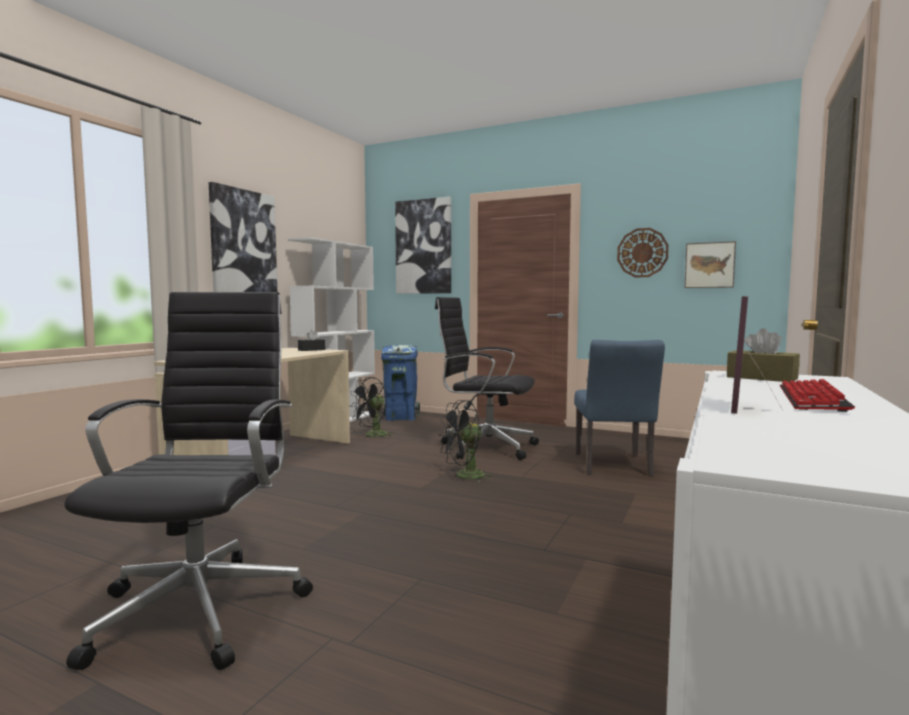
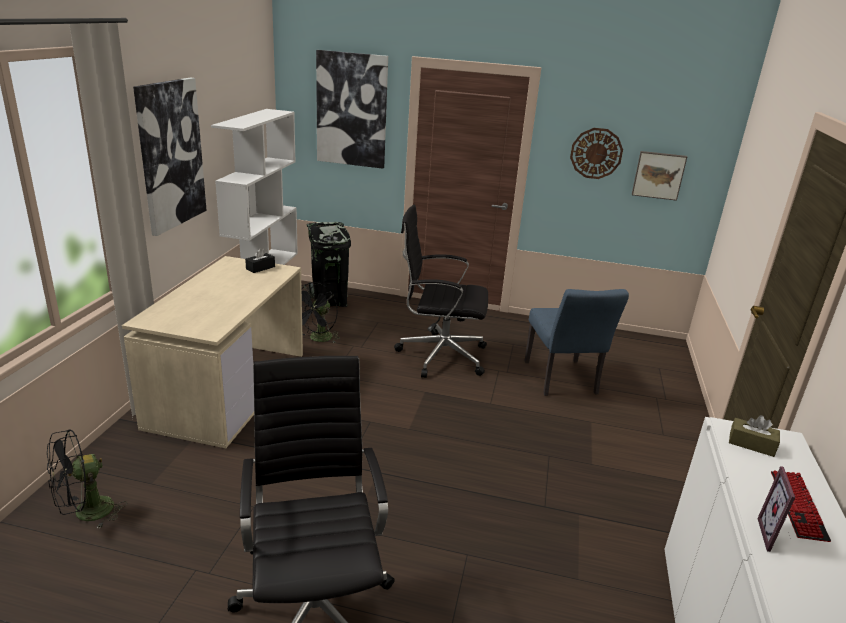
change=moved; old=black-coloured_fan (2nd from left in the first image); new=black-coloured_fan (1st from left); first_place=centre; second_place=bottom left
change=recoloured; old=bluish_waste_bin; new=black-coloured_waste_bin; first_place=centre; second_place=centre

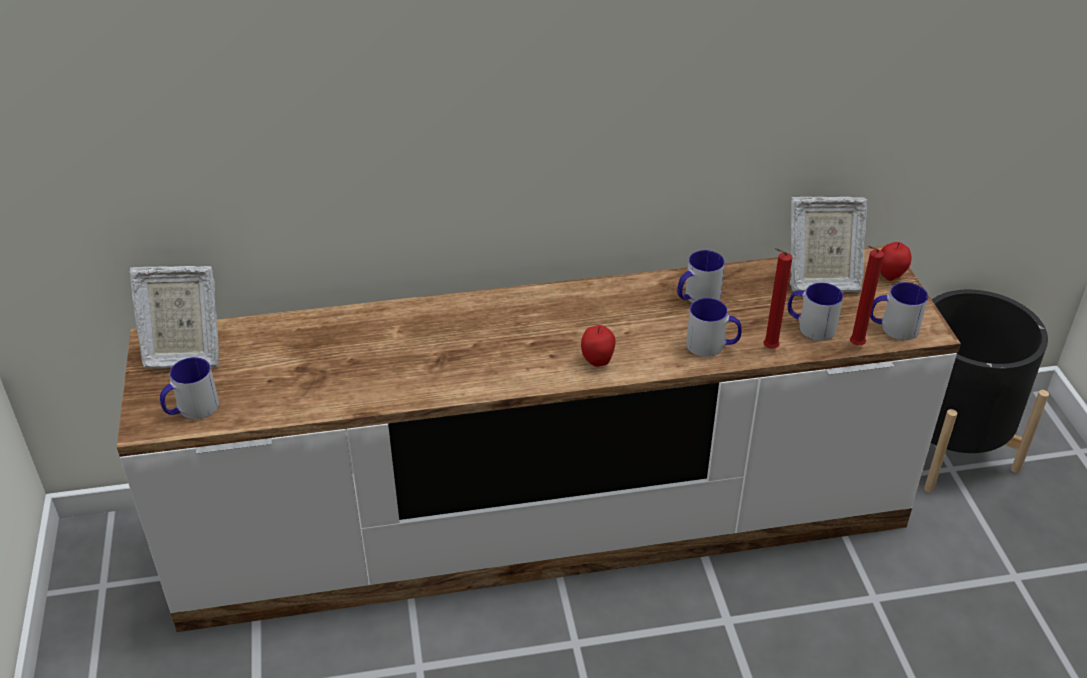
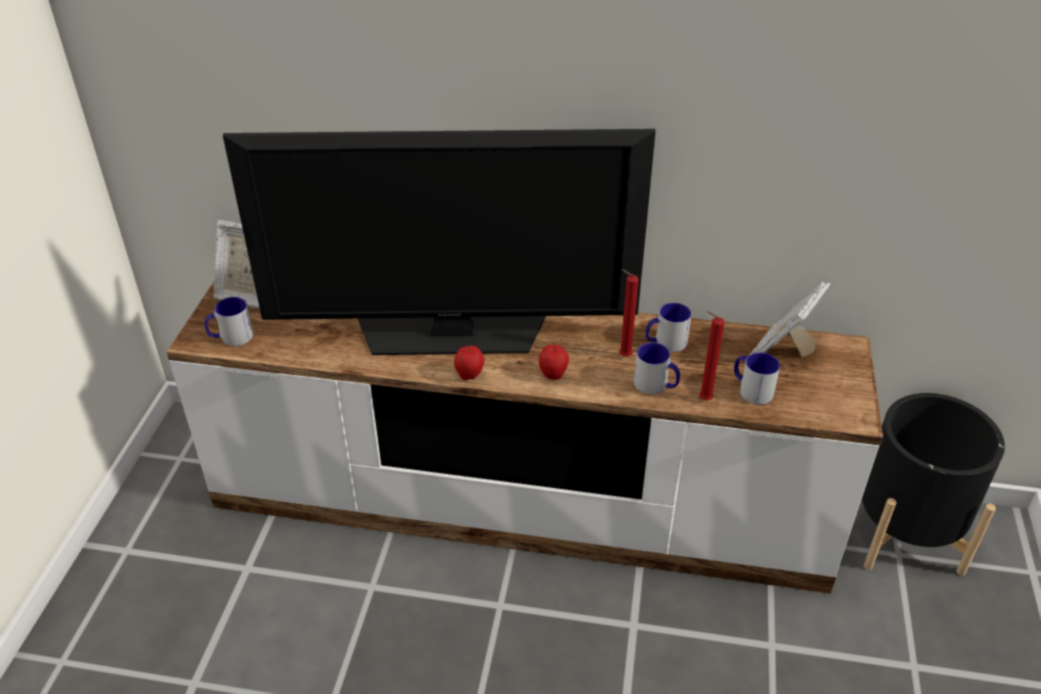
change=removed; old=mug (5th from left); first_place=middle right
change=added; new=TV_set; second_place=centre
change=moved; old=red_candle (2nd from left in the first image); new=red_candle (1st from left); first_place=middle right; second_place=centre
change=moved; old=apple (2nd from left in the first image); new=apple (1st from left); first_place=middle right; second_place=centre
change=turned; old=standing_frame (2nd from left); first_place=middle right; second_place=middle right; degrees=105

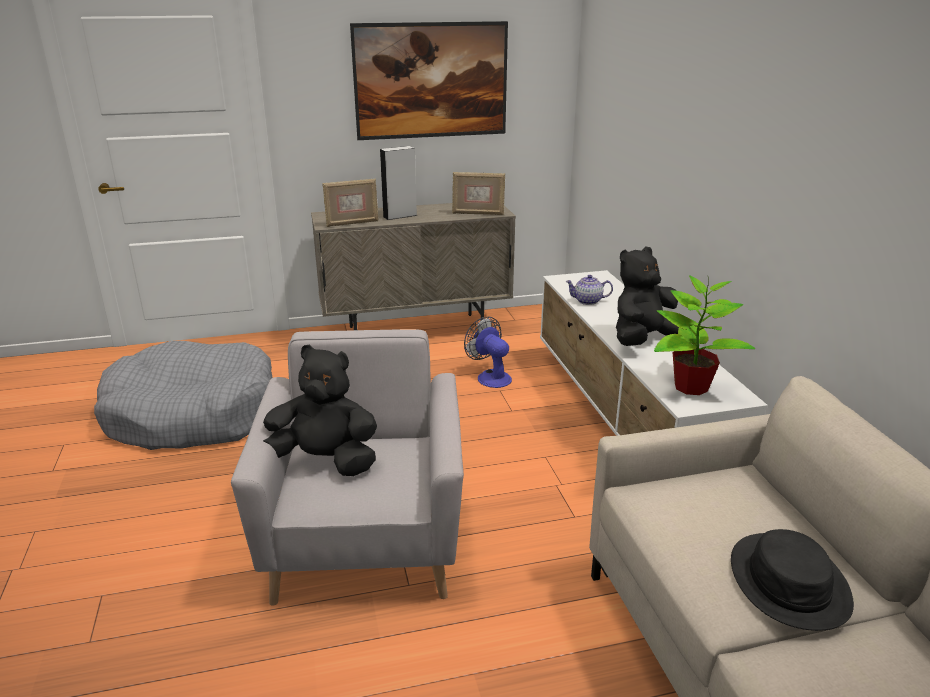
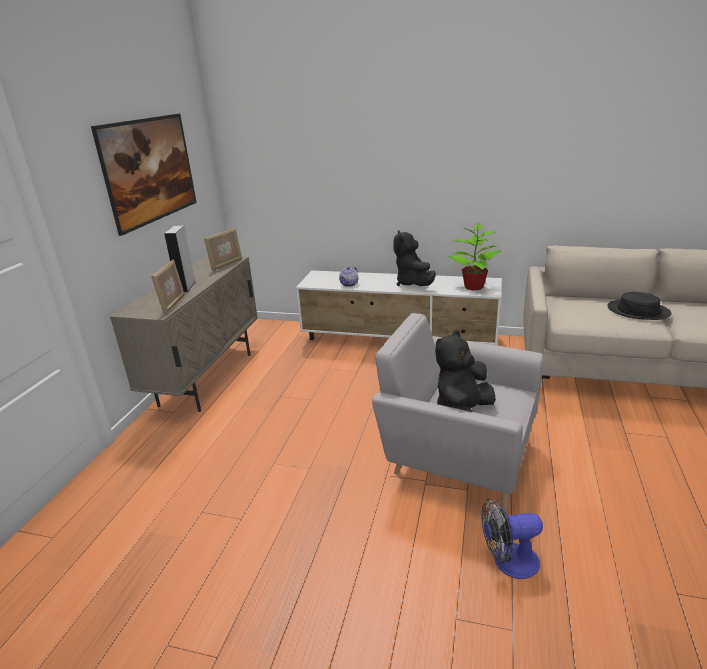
change=removed; old=grey_pet_bed; first_place=middle left
change=moved; old=fan; first_place=centre; second_place=bottom right

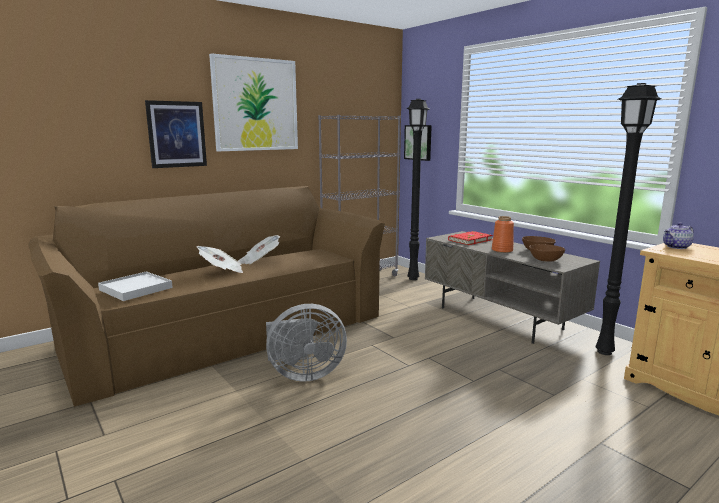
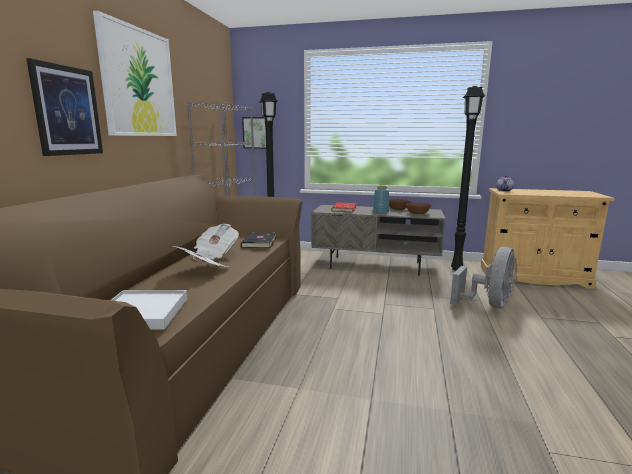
change=added; new=black-coloured_volume; second_place=centre
change=moved; old=grey_fan; first_place=bottom centre; second_place=middle right
change=recoloured; old=orange_vase; new=bluish_vase; first_place=middle right; second_place=centre

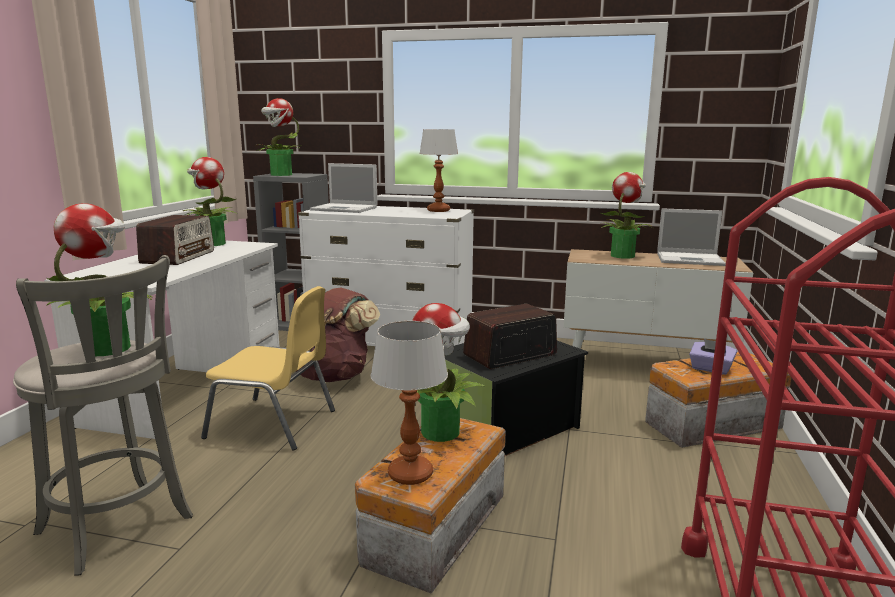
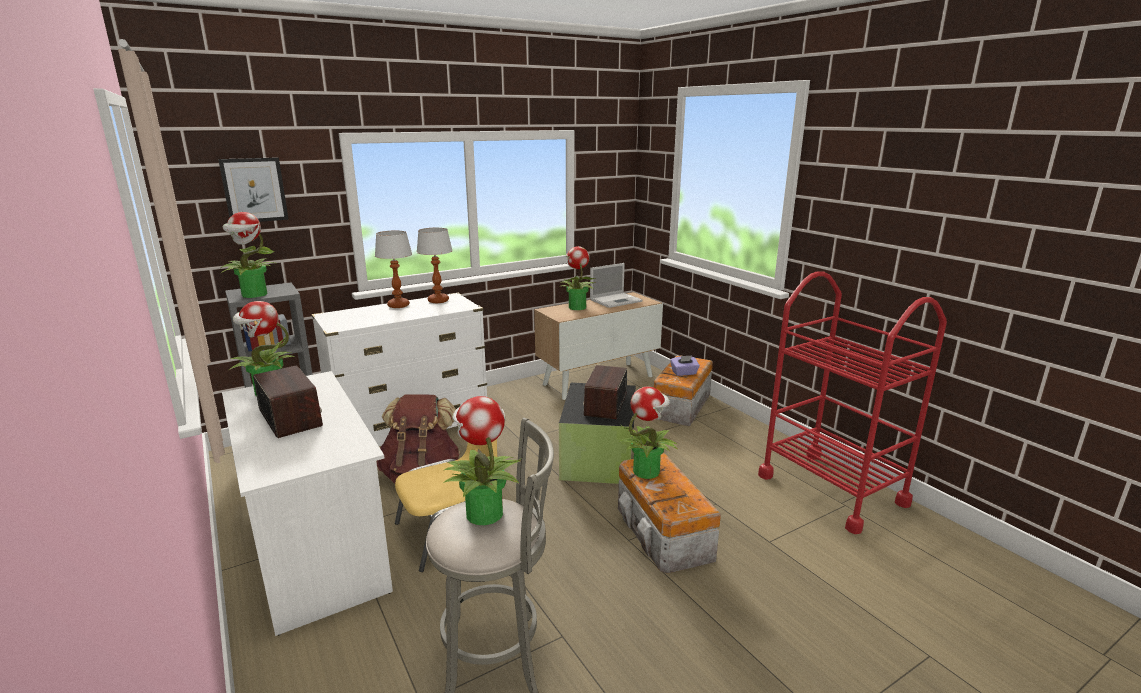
change=removed; old=laptop (1st from left); first_place=top centre
change=added; new=wall_art; second_place=top left
change=moved; old=table_lamp (1st from left); first_place=bottom centre; second_place=centre

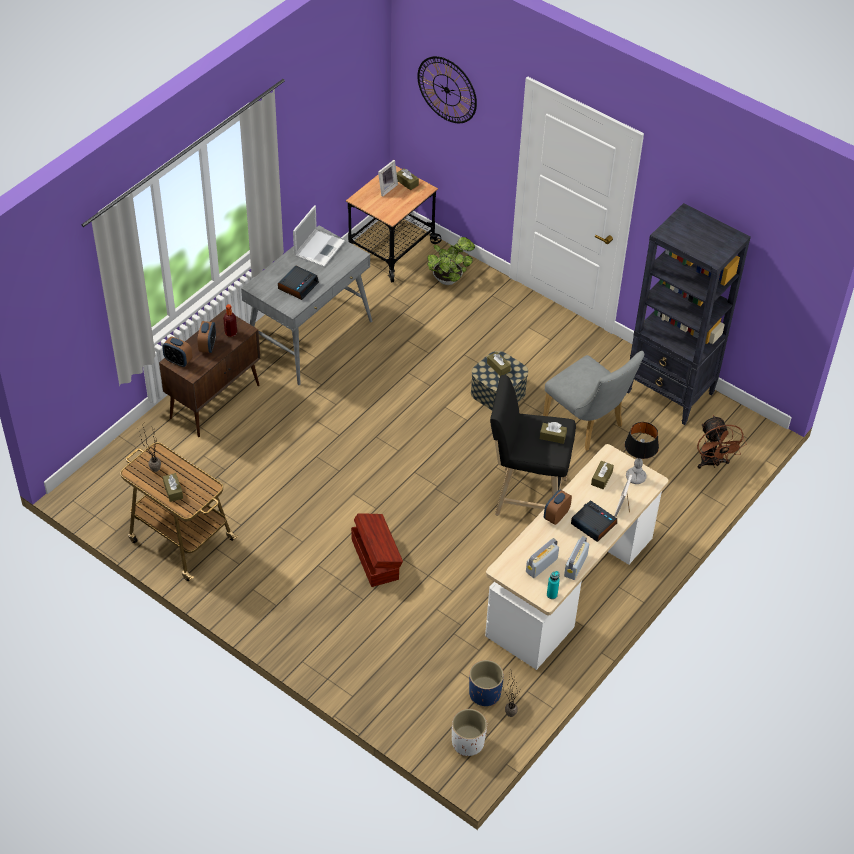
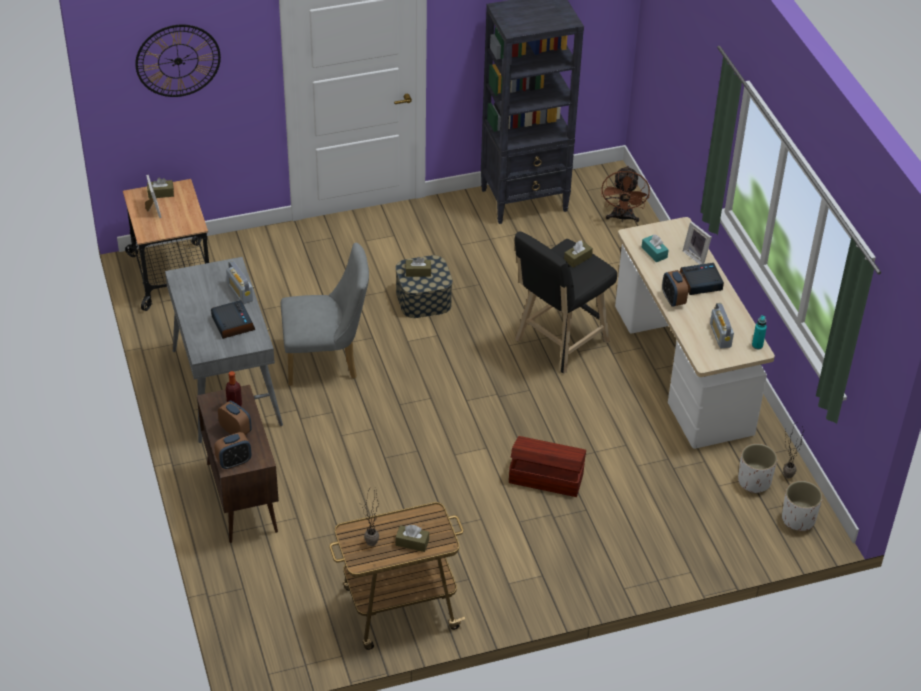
change=removed; old=laptop; first_place=top centre
change=removed; old=houseplant (2nd from left); first_place=top centre
change=removed; old=table_lamp; first_place=middle right
change=moved; old=grey_plain_chair; first_place=middle right; second_place=centre
change=moved; old=radio_receiver (2nd from left in the first image); new=radio_receiver (1st from left); first_place=middle right; second_place=middle left
change=recoloured; old=bluish_plant_pot; new=white_plant_pot (1st from left); first_place=bottom centre; second_place=bottom right
change=recoloured; old=brown-coloured_box_of_tissues (5th from left); new=blue-green_box_of_tissues; first_place=middle right; second_place=middle right
change=turned; old=brown-coloured_fan; first_place=middle right; second_place=top right; degrees=75

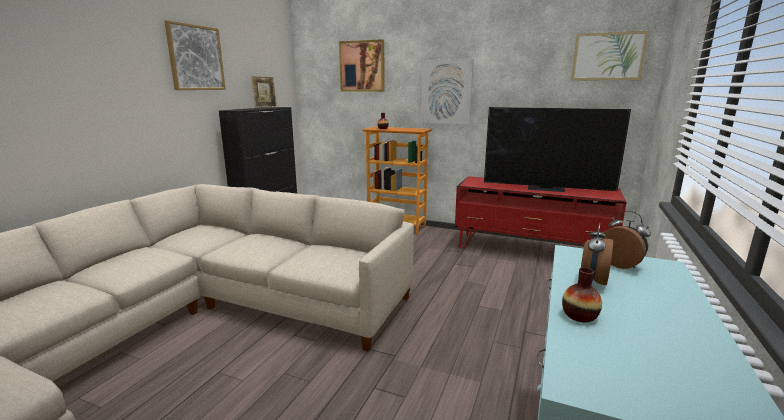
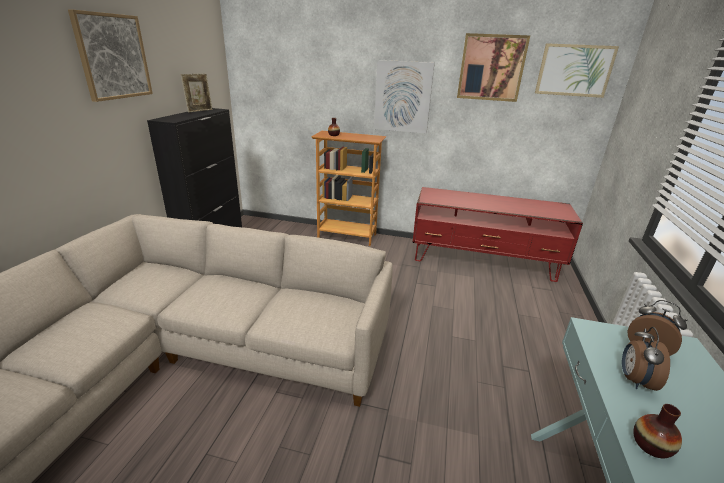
change=removed; old=TV_set; first_place=middle right
change=moved; old=wall_art (2nd from left in the first image); new=wall_art (3rd from left); first_place=top centre; second_place=top right

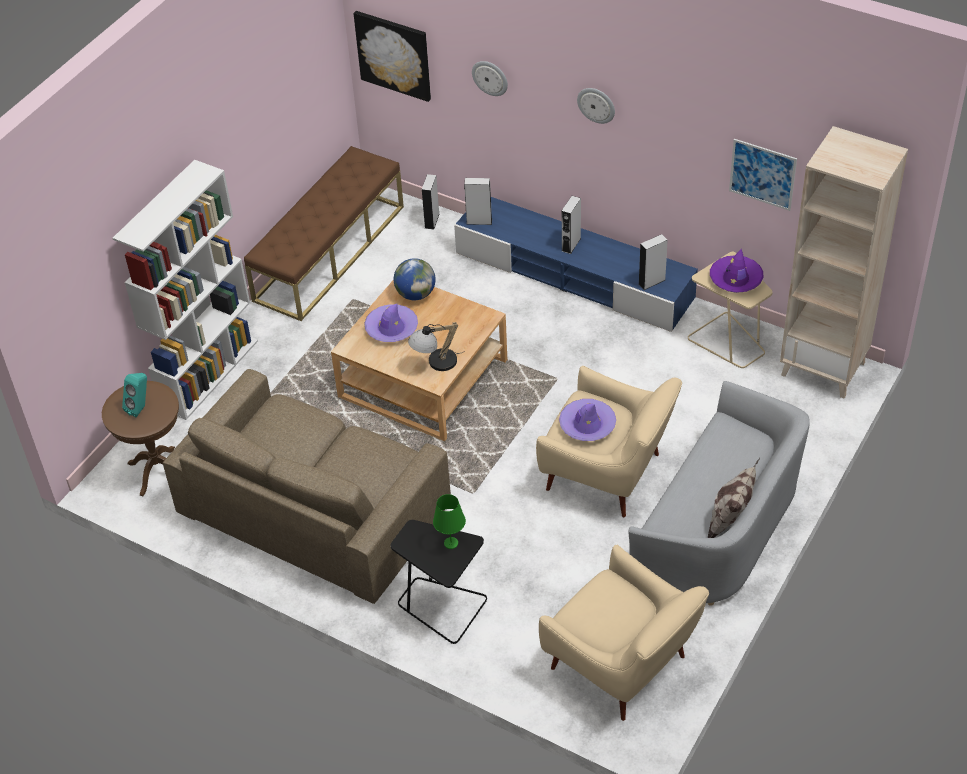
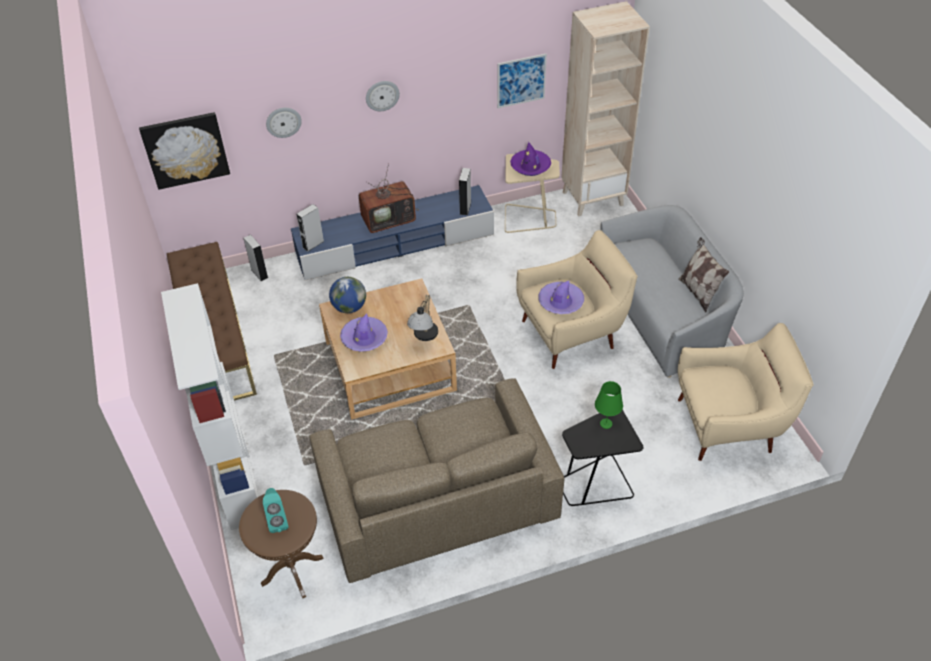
change=replaced; old=grey_speaker (3rd from left); new=TV_set; first_place=top centre; second_place=top centre

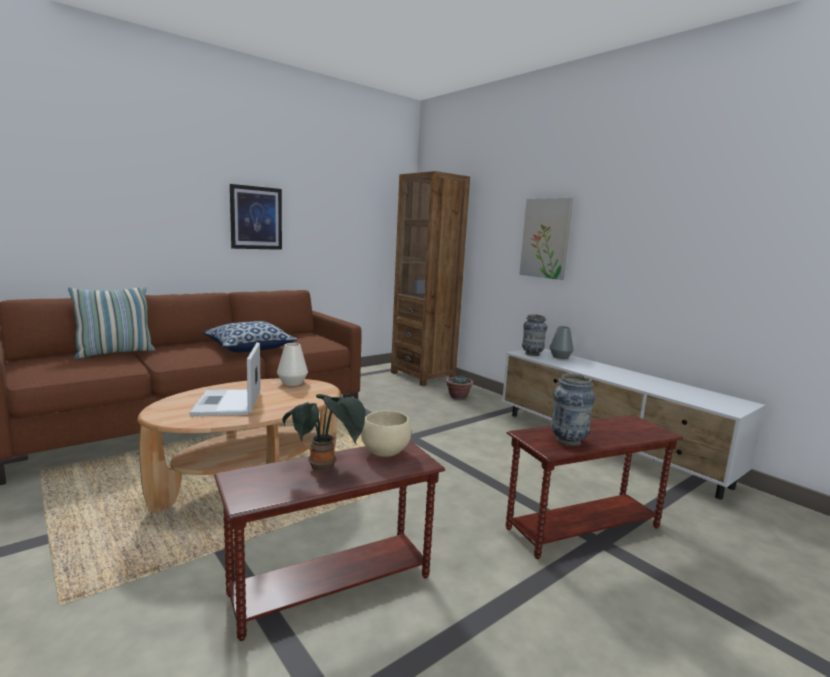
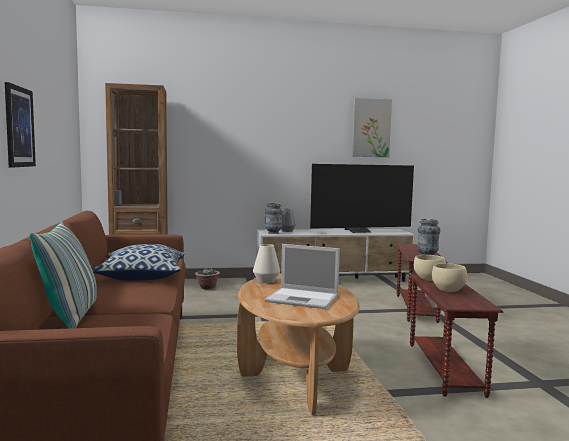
change=added; new=TV_set; second_place=centre
change=moved; old=wall_art (2nd from left); first_place=centre; second_place=top centre
change=replaced; old=houseplant (1st from left); new=beige-coloured_bowl (2nd from left); first_place=centre; second_place=middle right

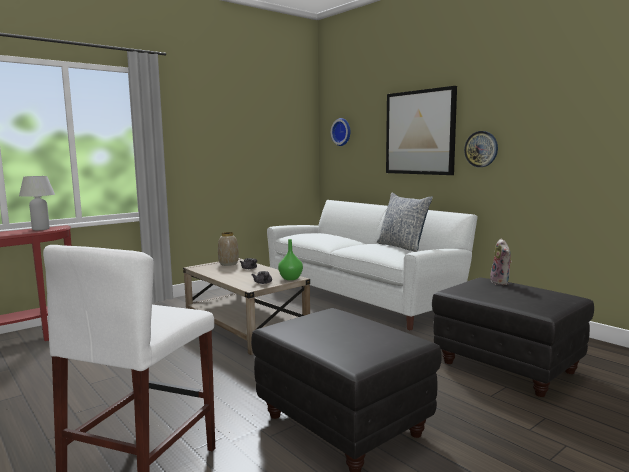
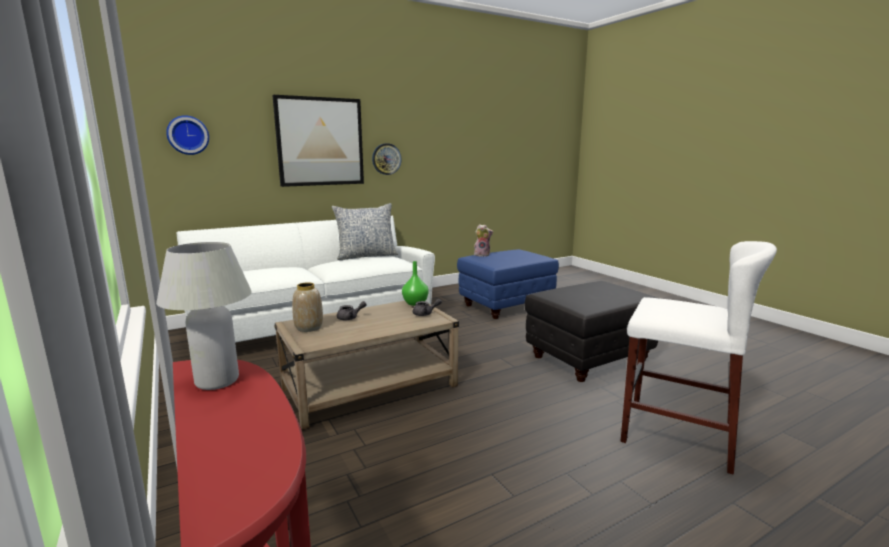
change=recoloured; old=black-coloured_ottoman (2nd from left); new=bluish_ottoman; first_place=bottom right; second_place=centre

